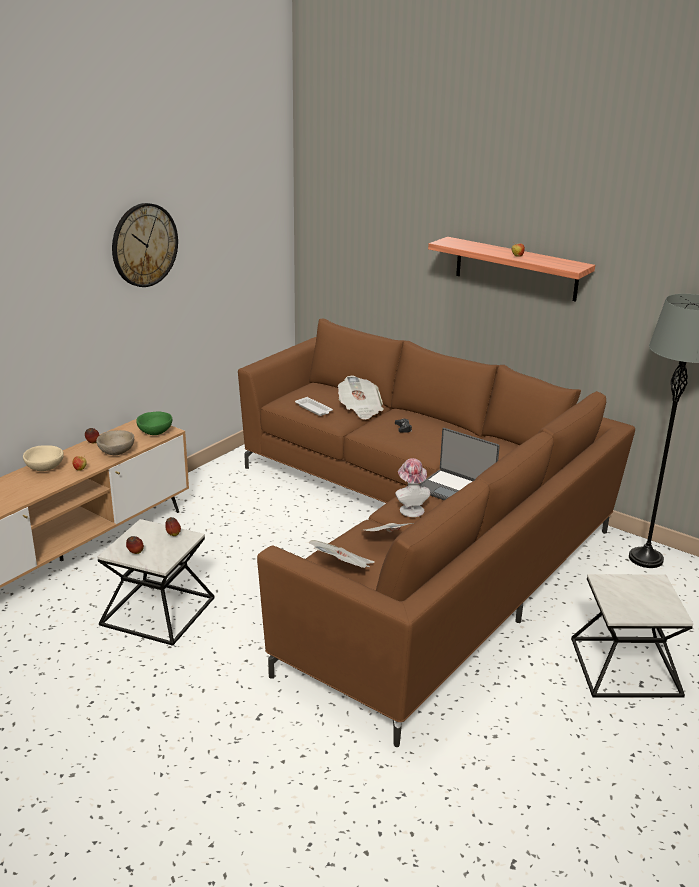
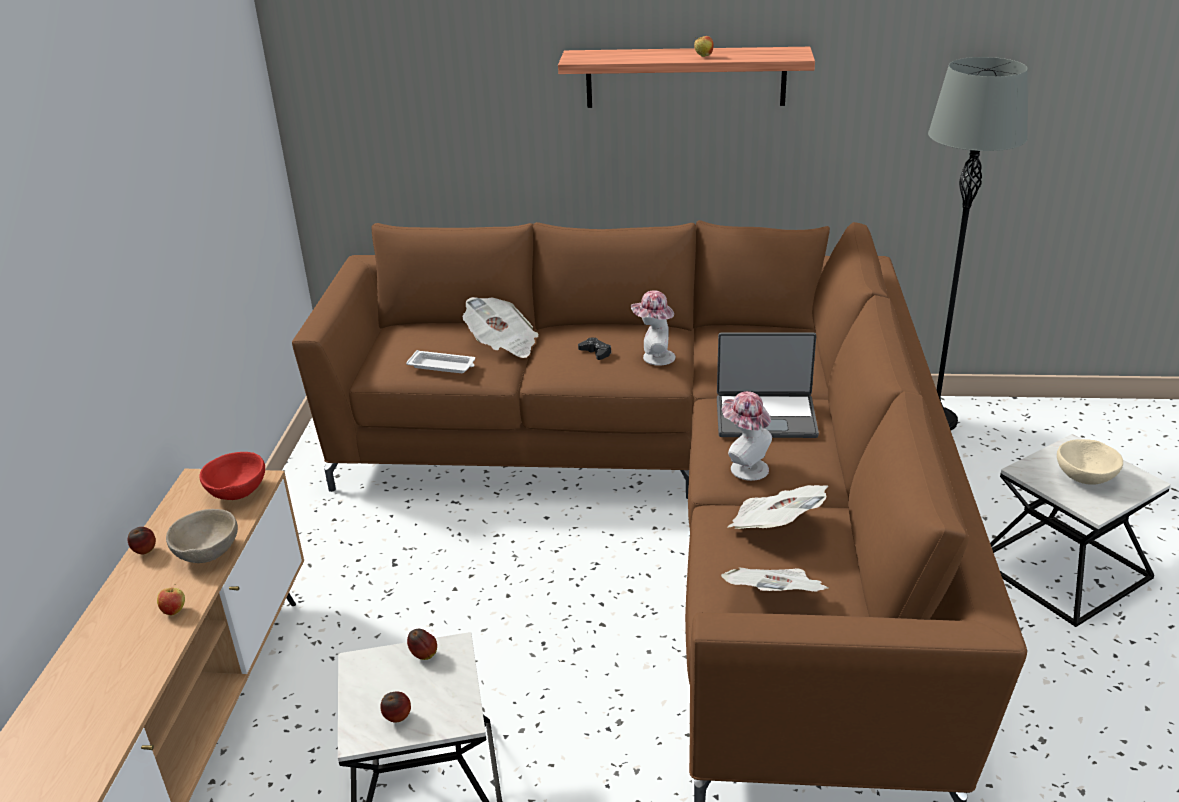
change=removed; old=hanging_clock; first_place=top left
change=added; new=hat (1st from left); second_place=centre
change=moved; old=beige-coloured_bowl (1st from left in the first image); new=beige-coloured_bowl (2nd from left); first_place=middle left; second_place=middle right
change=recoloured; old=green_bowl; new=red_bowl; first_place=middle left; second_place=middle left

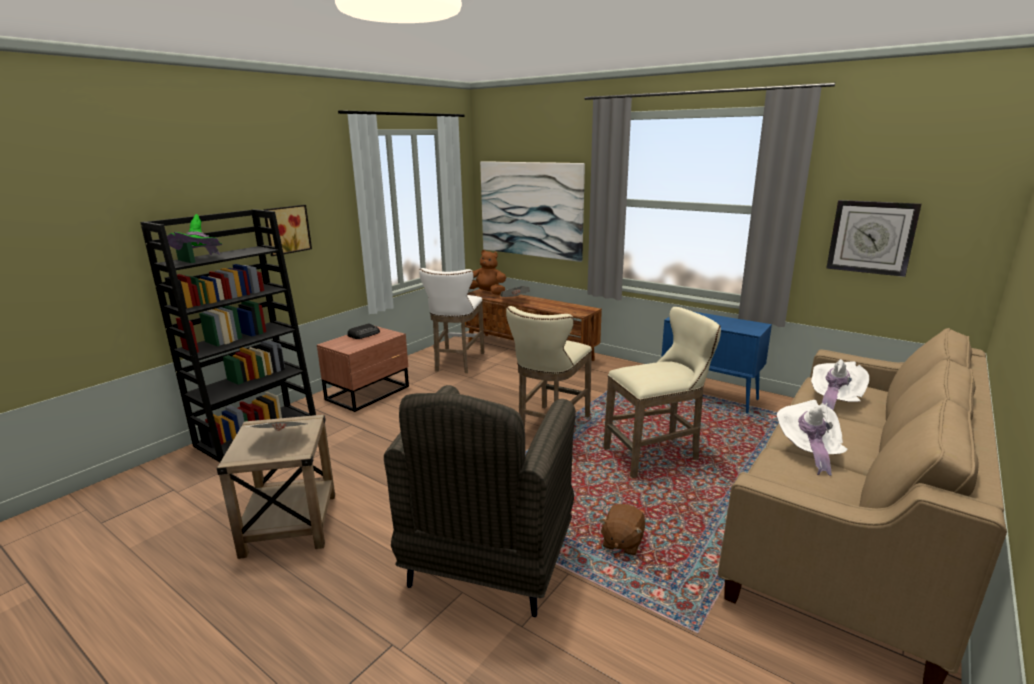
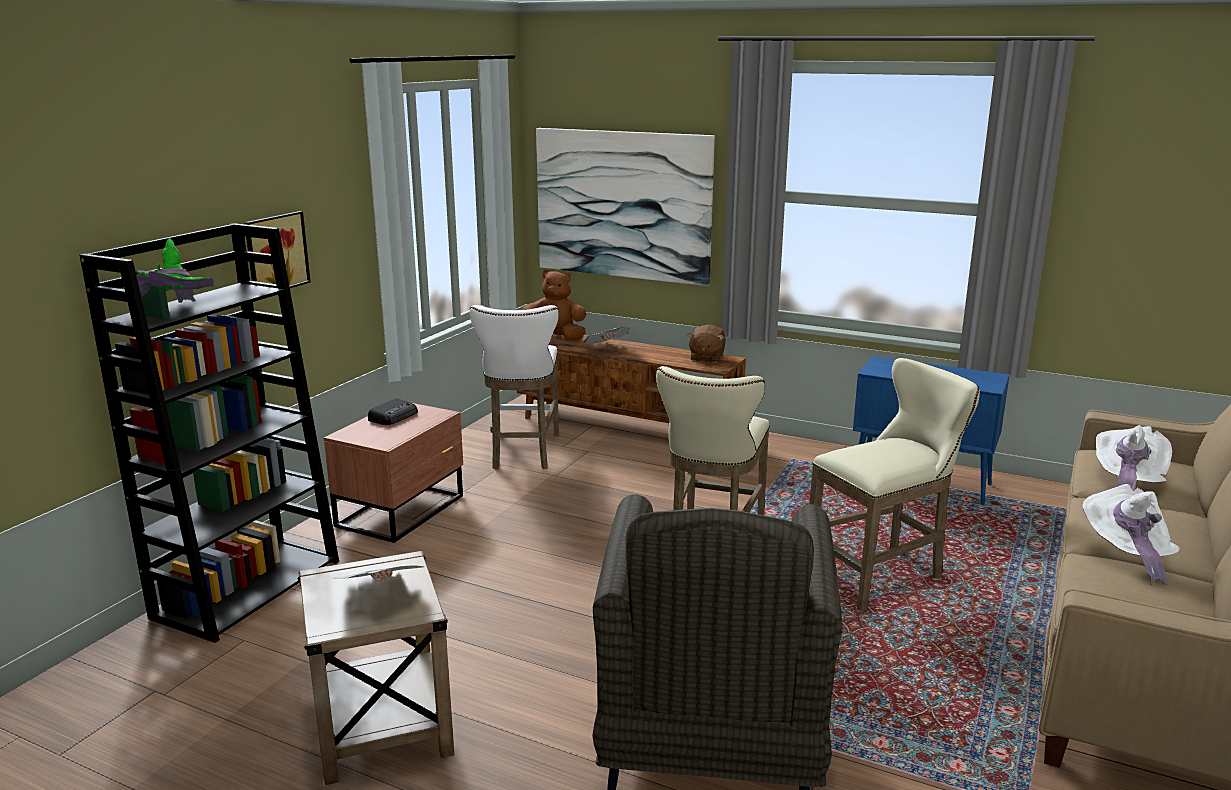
change=removed; old=hanging_clock; first_place=middle right
change=moved; old=brown-coloured_plush_toy (2nd from left); first_place=bottom centre; second_place=centre

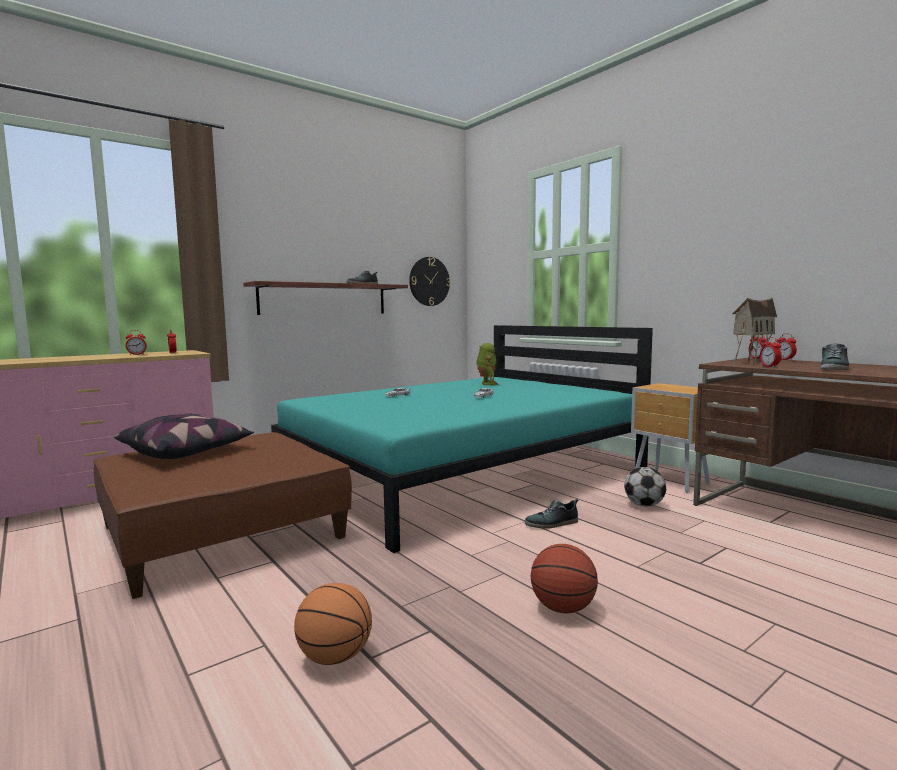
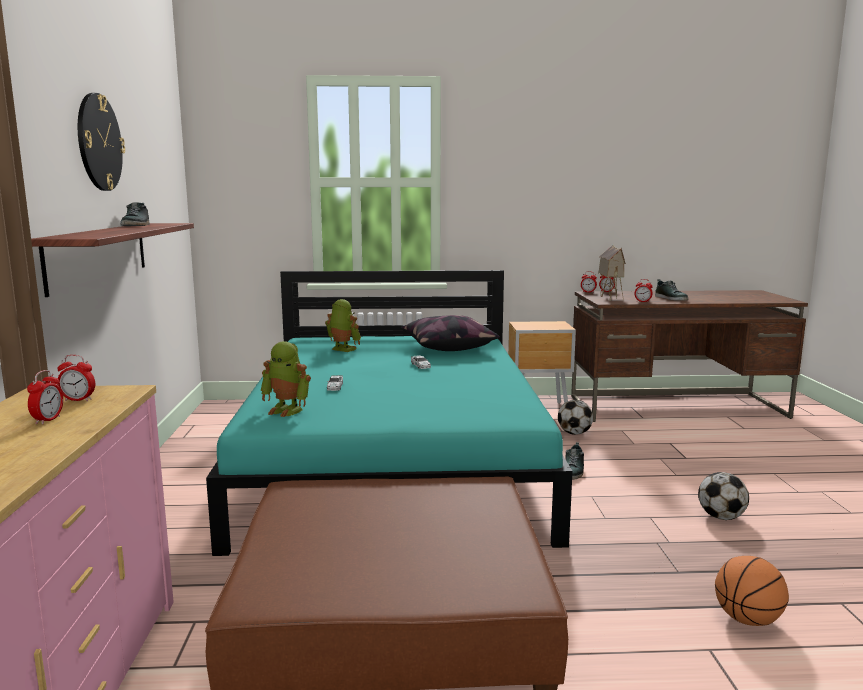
change=added; new=toy_robot (1st from left); second_place=middle left
change=moved; old=pillow; first_place=middle left; second_place=centre
change=moved; old=hanging_clock; first_place=centre; second_place=top left
change=replaced; old=ball_for_basketball (2nd from left); new=football (2nd from left); first_place=bottom centre; second_place=bottom right

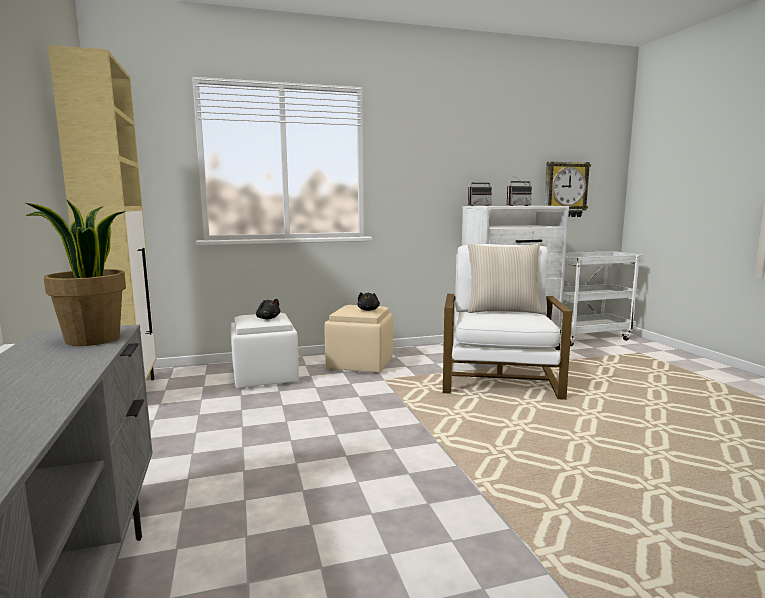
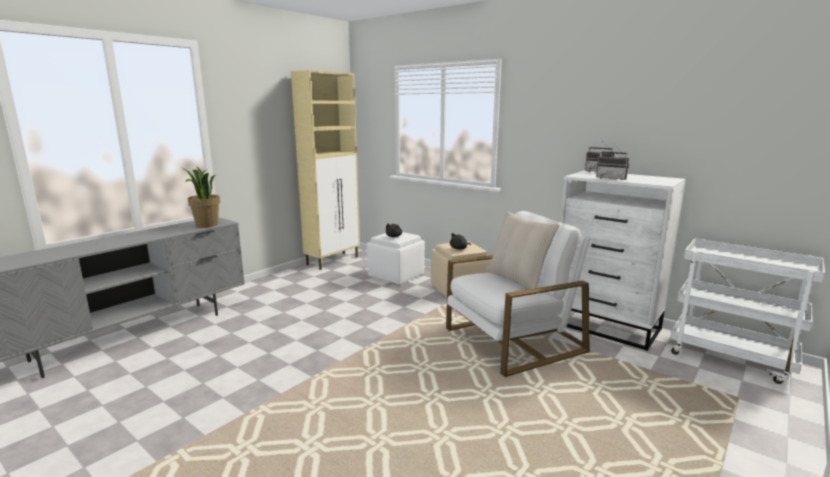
change=removed; old=hanging_clock; first_place=top right

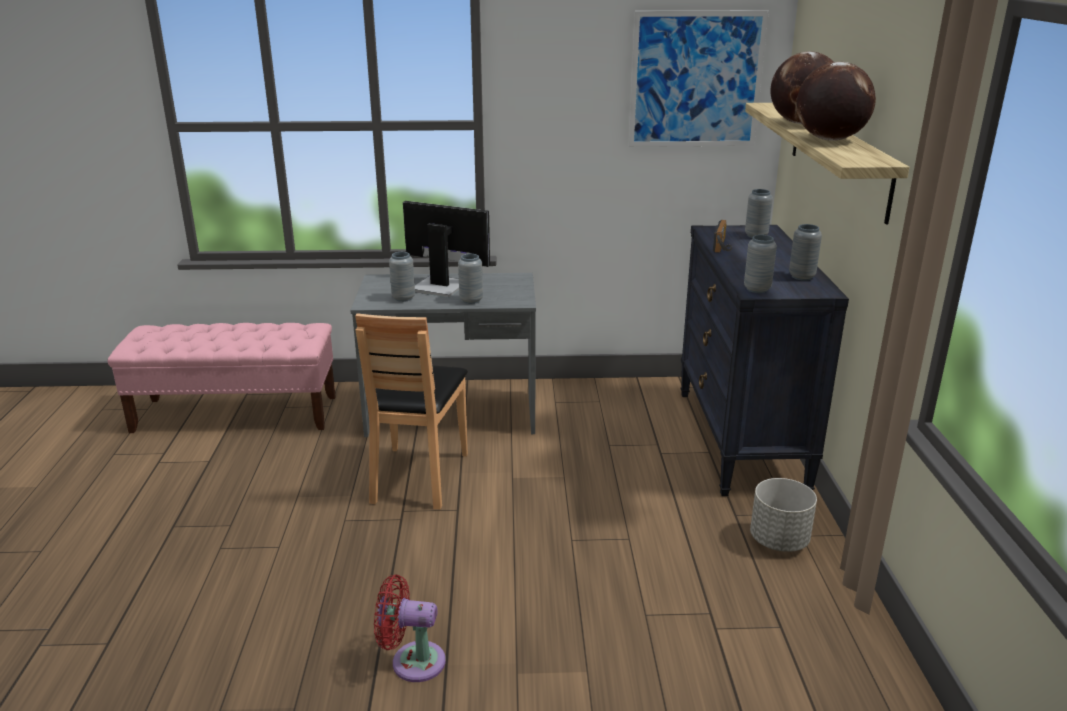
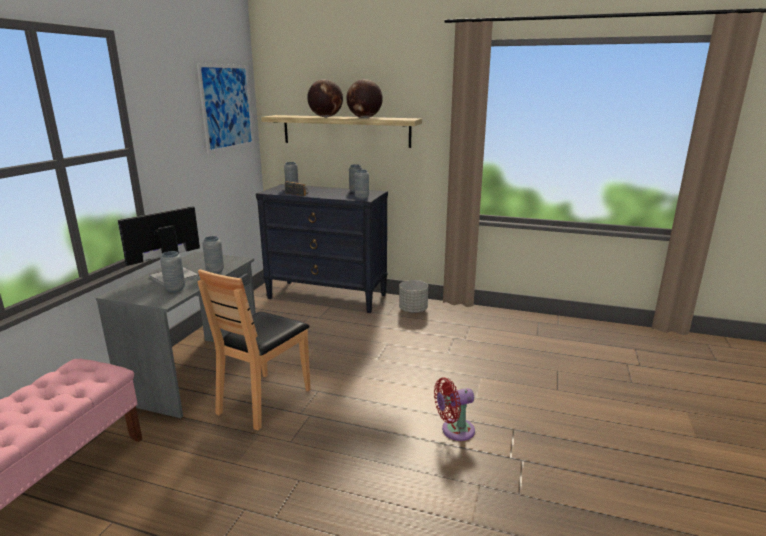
change=turned; old=brown-coloured_plain_chair; first_place=centre; second_place=middle left; degrees=90
change=turned; old=red_fan; first_place=bottom centre; second_place=bottom centre; degrees=45

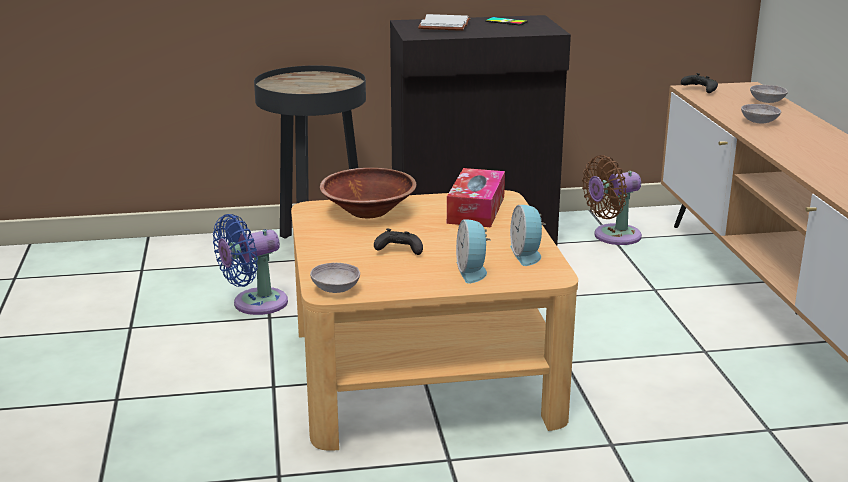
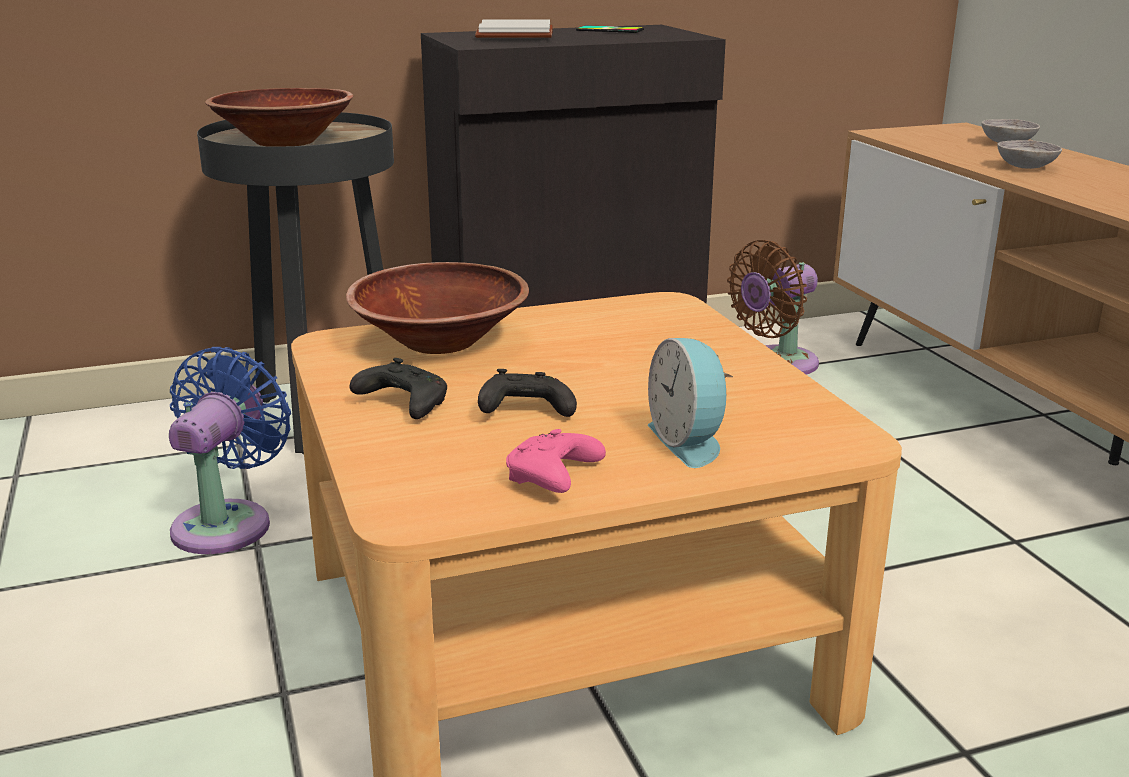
change=removed; old=grey_bowl (1st from left); first_place=centre
change=removed; old=box_of_tissues; first_place=centre
change=removed; old=alarm_clock (2nd from left); first_place=centre
change=added; new=brown-coloured_bowl (1st from left); second_place=top left
change=added; new=pinkish_joypad; second_place=centre
change=moved; old=black-coloured_joypad (2nd from left in the first image); new=black-coloured_joypad (1st from left); first_place=top right; second_place=centre
change=turned; old=bluish_fan; first_place=middle left; second_place=middle left; degrees=150

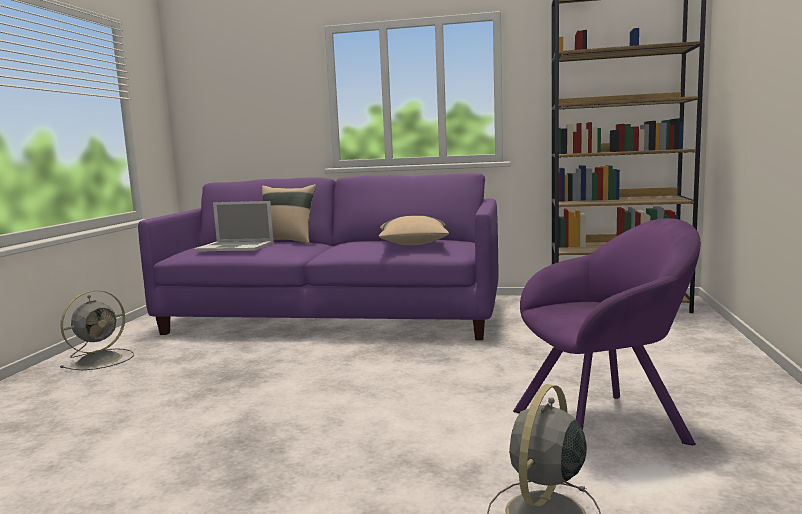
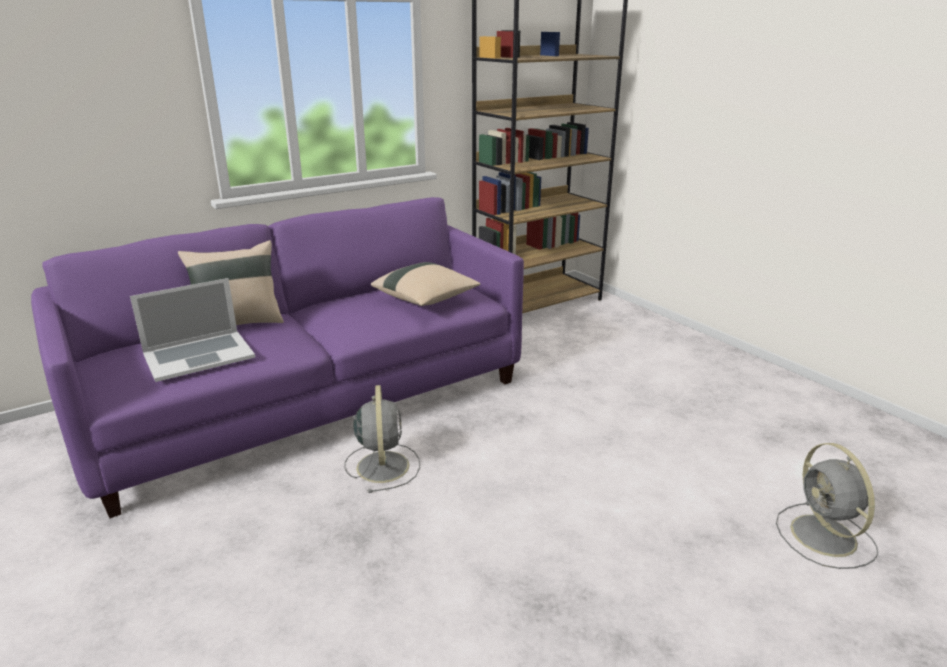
change=removed; old=purple_lounge_chair; first_place=middle right
change=moved; old=grey_fan (1st from left); first_place=middle left; second_place=centre

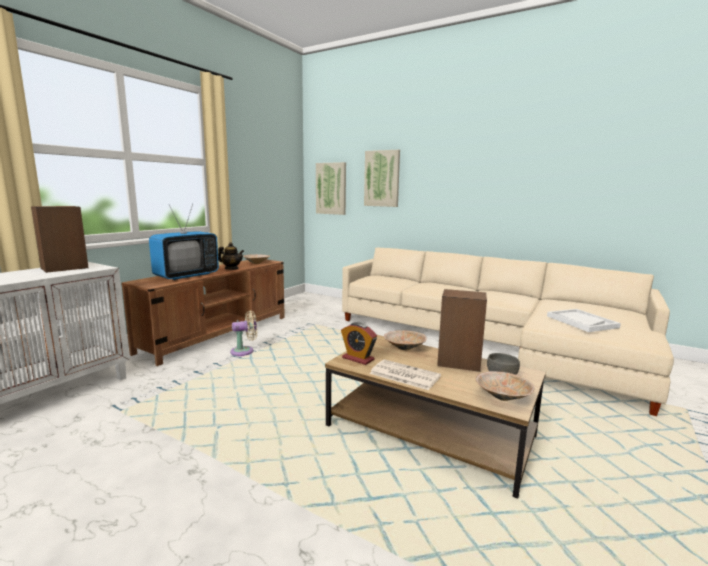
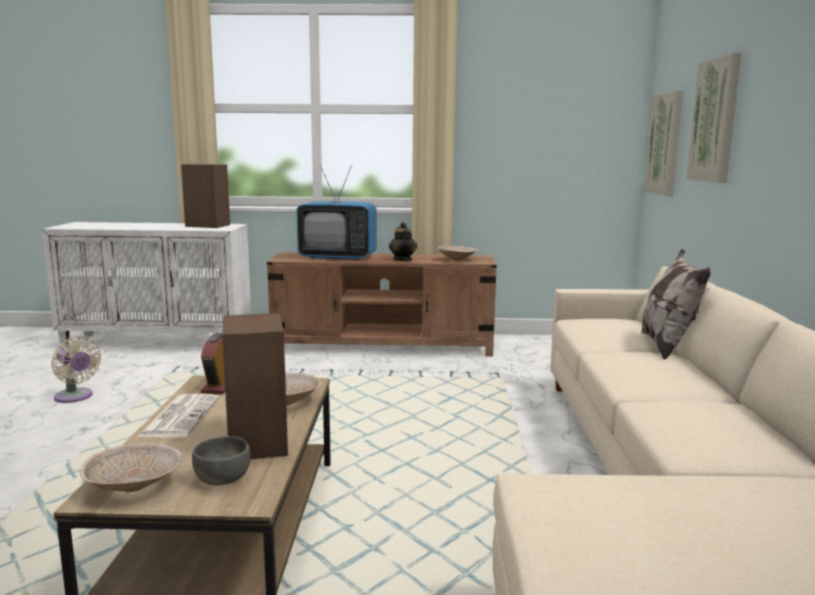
change=removed; old=white_serving_tray; first_place=middle right
change=added; new=pillow; second_place=middle right
change=moved; old=beige-coloured_fan; first_place=centre; second_place=middle left

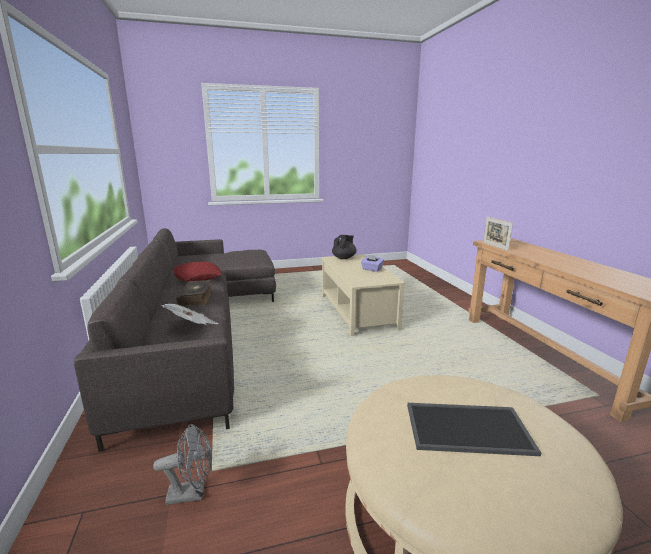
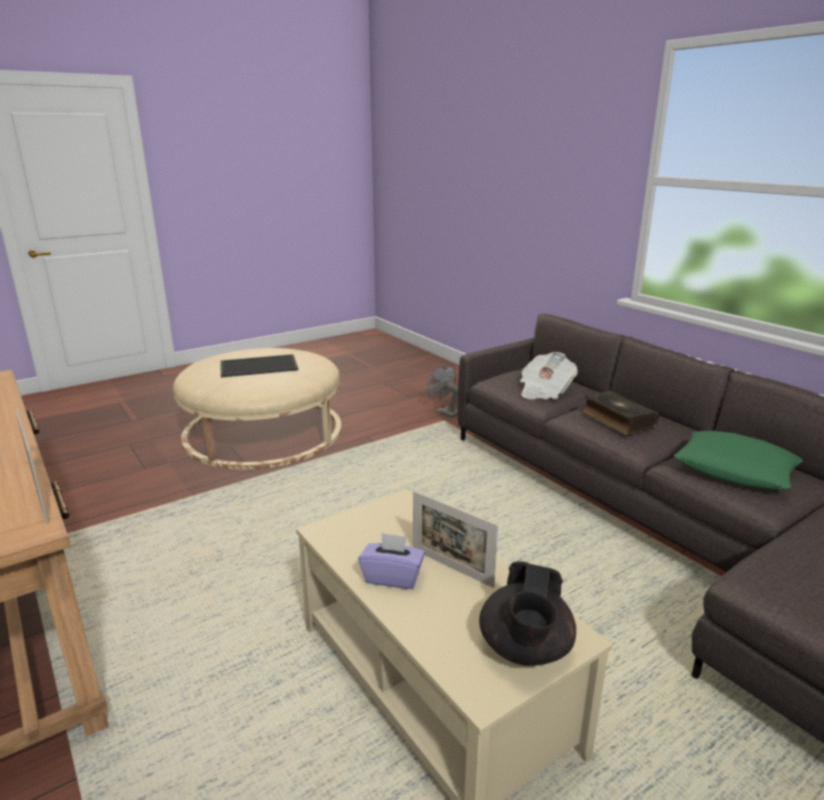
change=added; new=standing_frame (2nd from left); second_place=bottom centre
change=recoloured; old=red_pillow; new=green_pillow; first_place=middle left; second_place=middle right
change=turned; old=grey_fan; first_place=bottom left; second_place=centre; degrees=75

